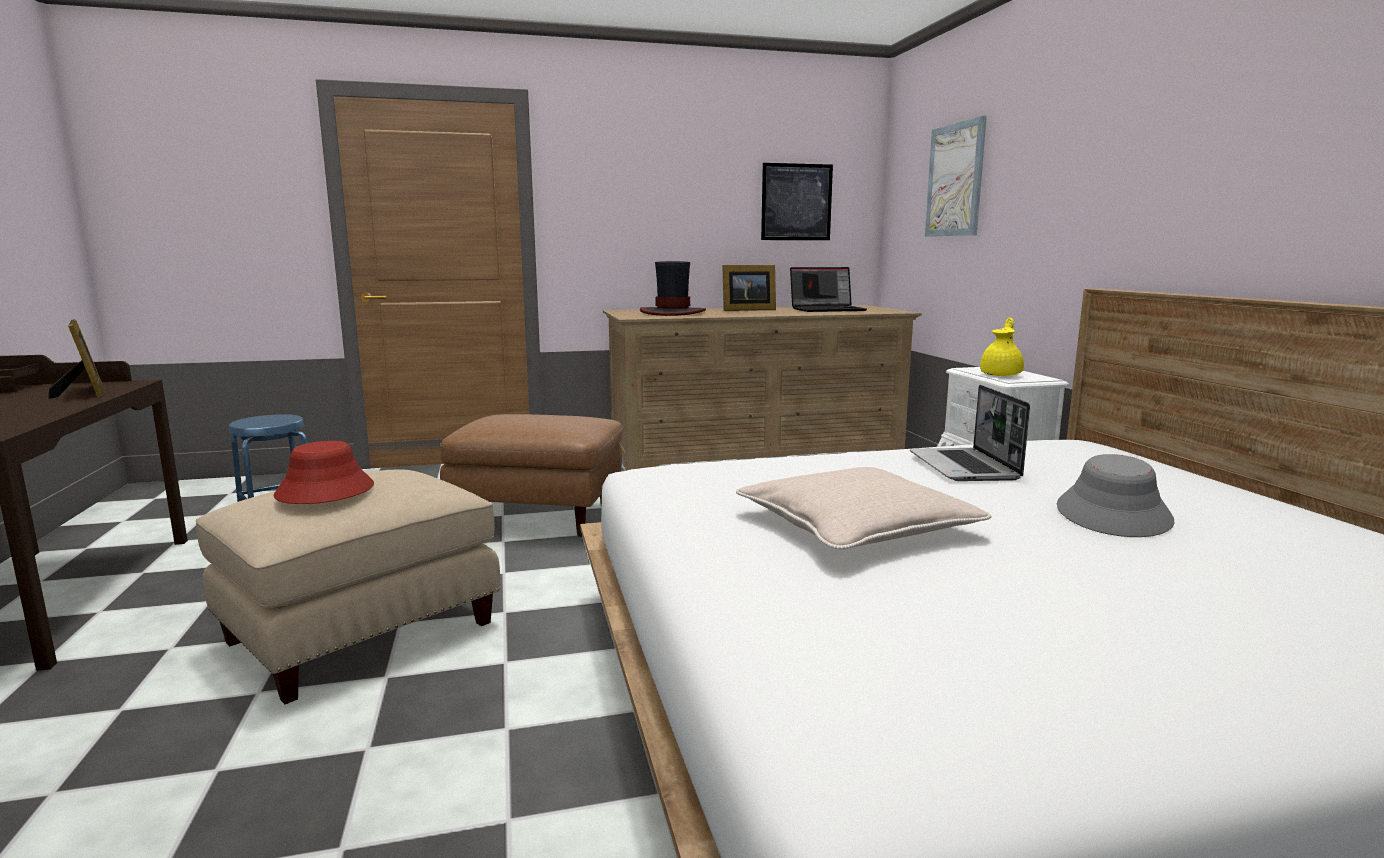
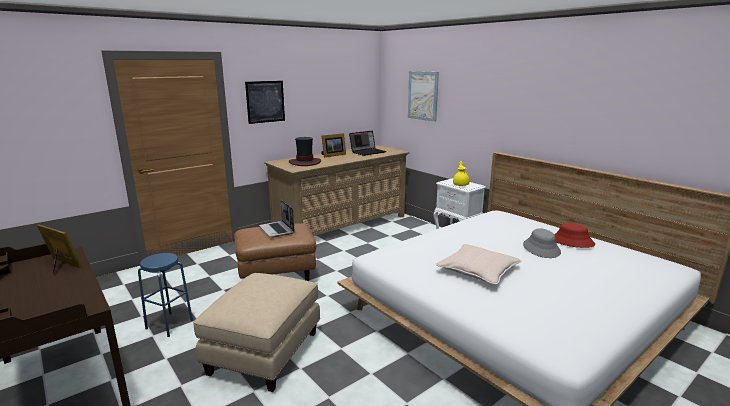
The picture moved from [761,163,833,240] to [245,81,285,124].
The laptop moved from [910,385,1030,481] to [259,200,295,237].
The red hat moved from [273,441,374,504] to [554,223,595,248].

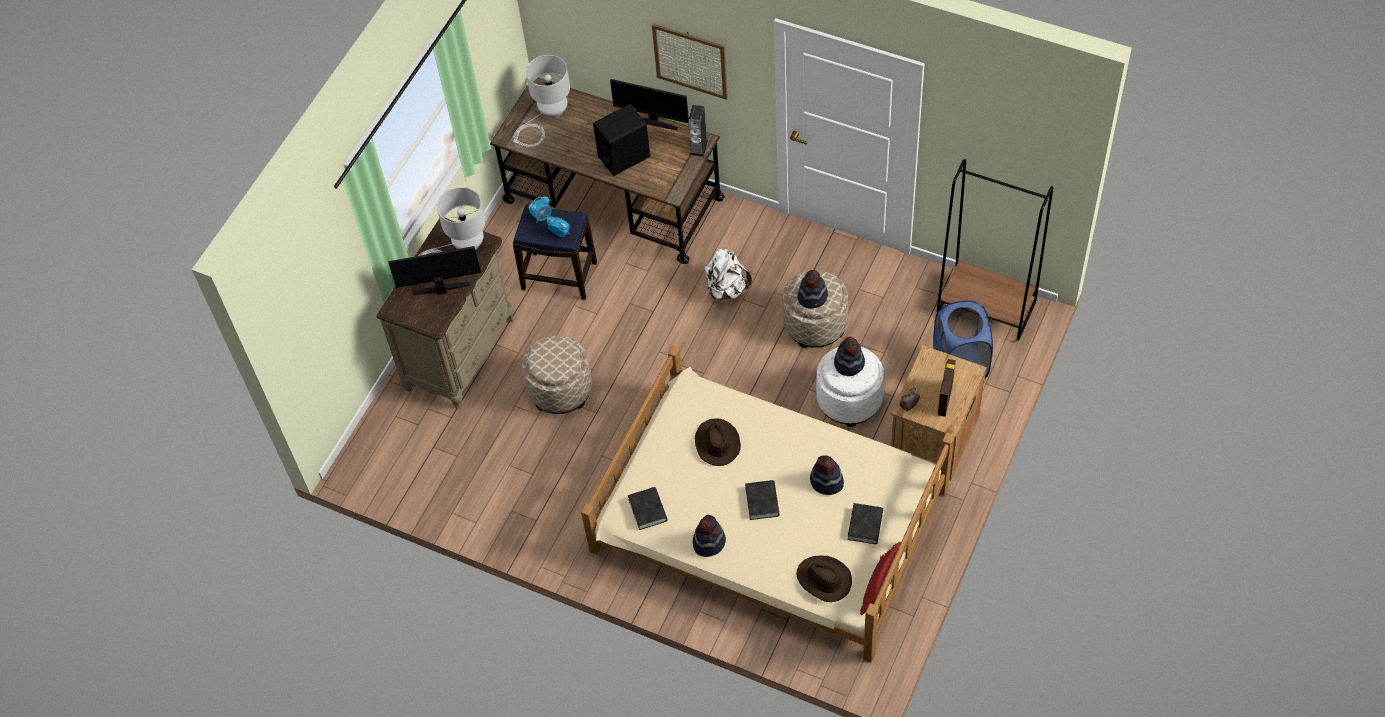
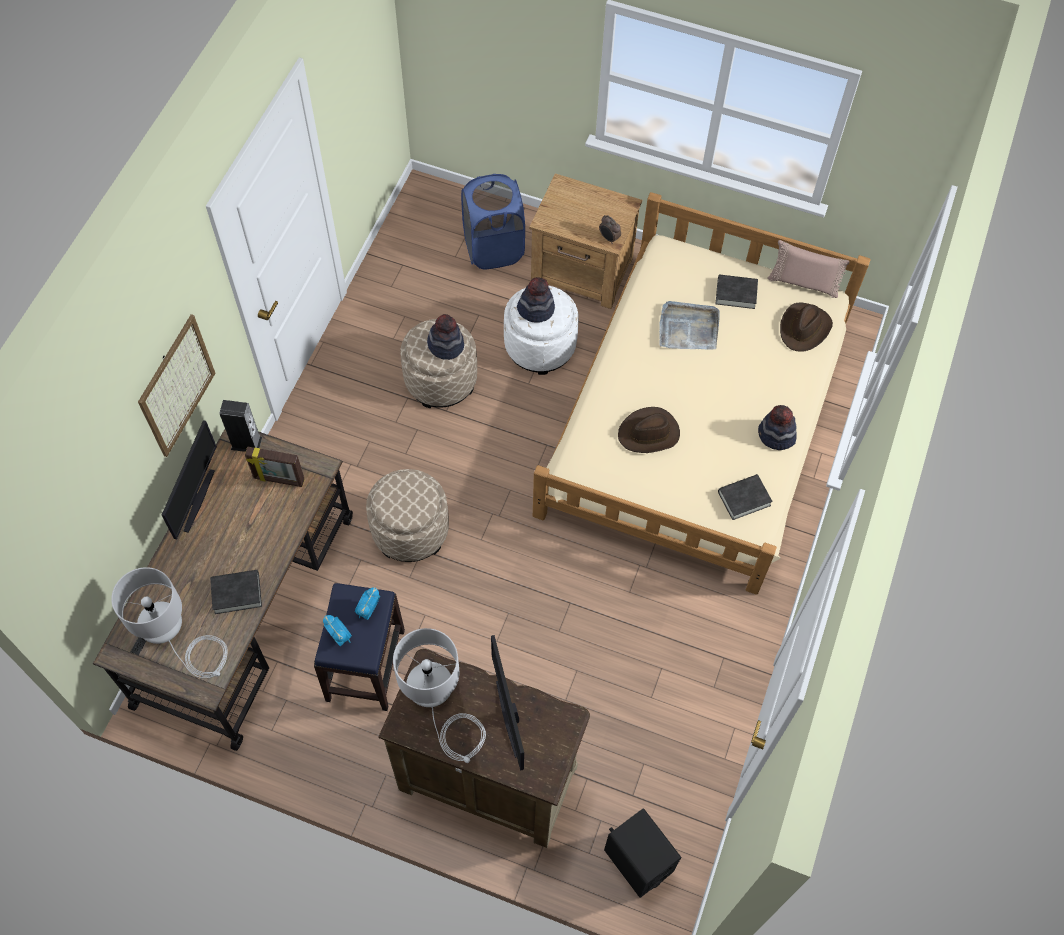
The black book moved from [745,480,779,520] to [210,570,262,614].
The picture frame moved from [938,359,956,417] to [245,446,305,487].
The beige ottoman moved from [522,336,592,414] to [366,469,449,562].
The black speaker moved from [593,104,650,176] to [604,808,681,898].
The hat at [810,455,844,495] was replaced by the grey tray at [659,301,720,350].
The red pillow at [860,542,901,615] became the beige pillow at [767,240,850,298].
The white backpack at [705,249,752,300] disappeared.
The clothes rack at [937,159,1053,340] disappeared.

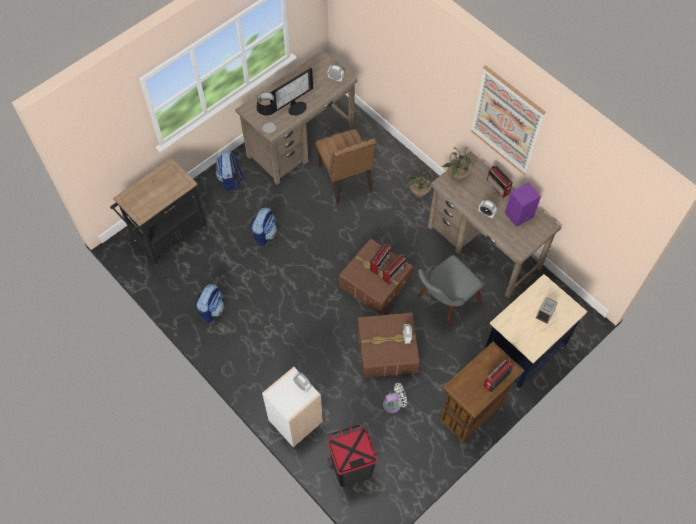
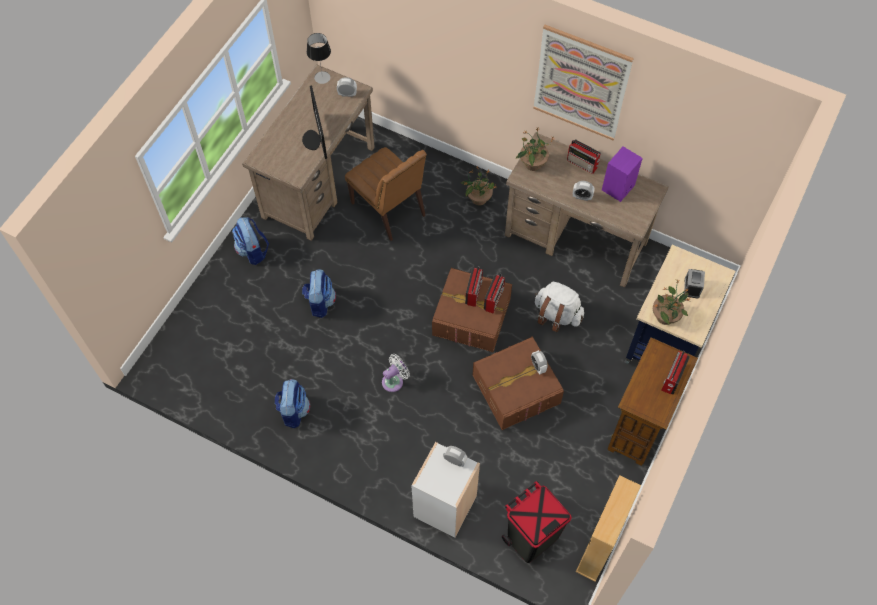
The monitor at [270,68,313,115] turned 135 degrees clockwise.
The table lamp moved from [256,92,277,133] to [307,33,331,84].
The white fan moved from [383,383,407,414] to [382,354,410,392].
The grey chair at [418,255,483,326] was replaced by the white backpack at [535,282,584,332].
The beige bookcase at [576,475,641,582] appeared.
The potted plant at [653,280,690,325] appeared.
The black cart at [110,158,206,265] disappeared.

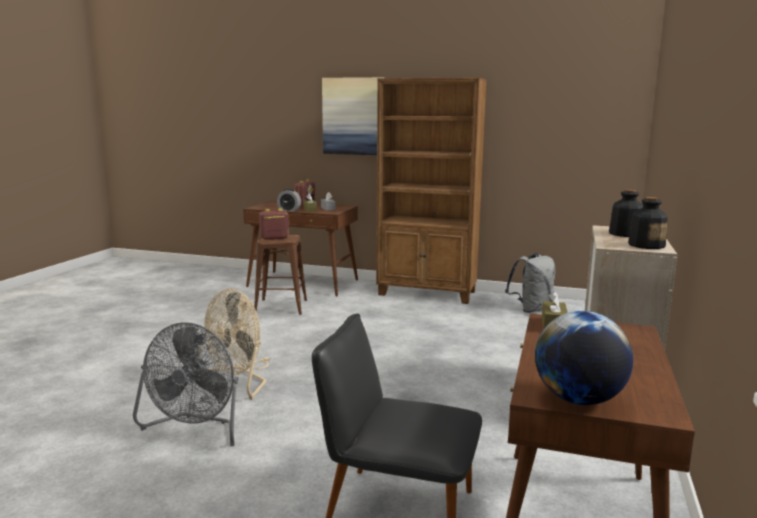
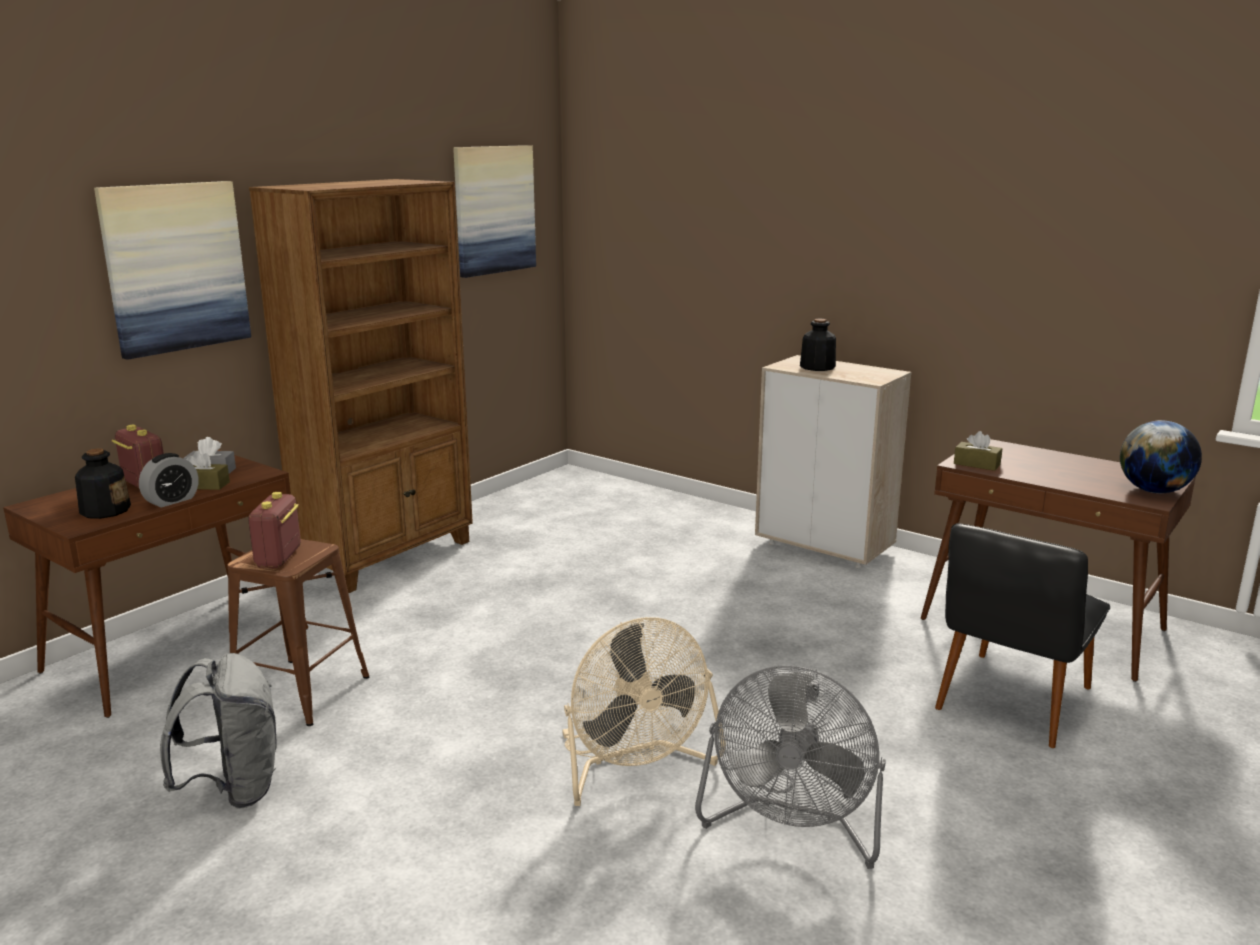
The bottle moved from [628,197,668,249] to [75,448,131,519].
The grey backpack moved from [505,253,556,313] to [160,653,277,809].
The picture at [453,145,536,278] appeared.
The grey fan at [133,322,239,446] turned 75 degrees clockwise.

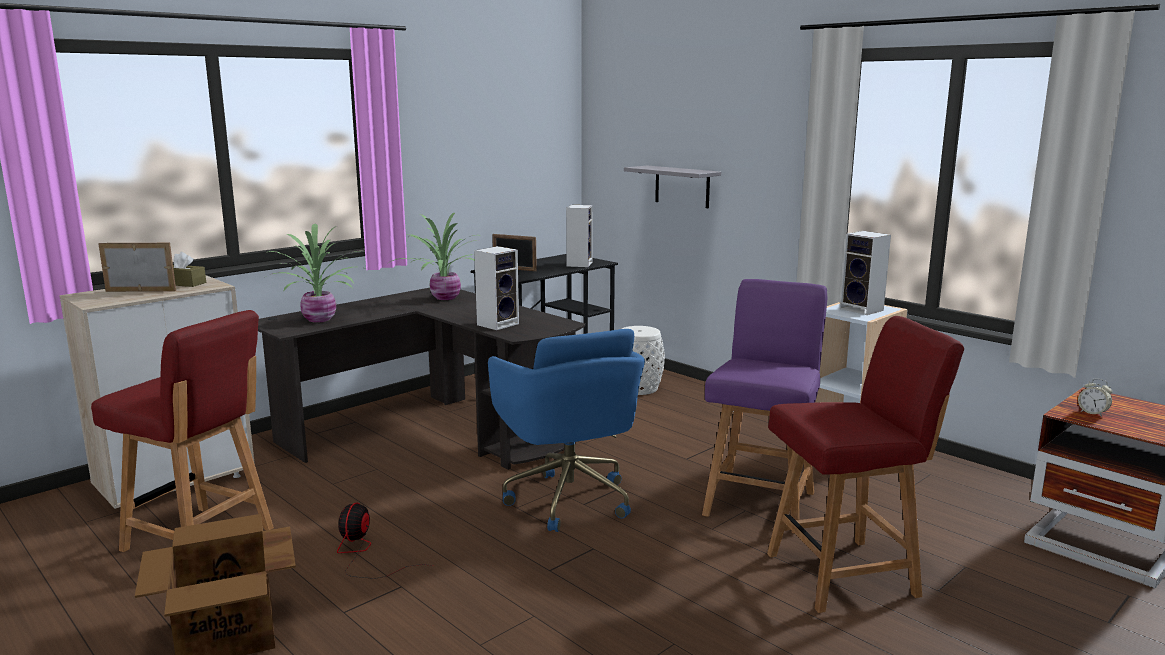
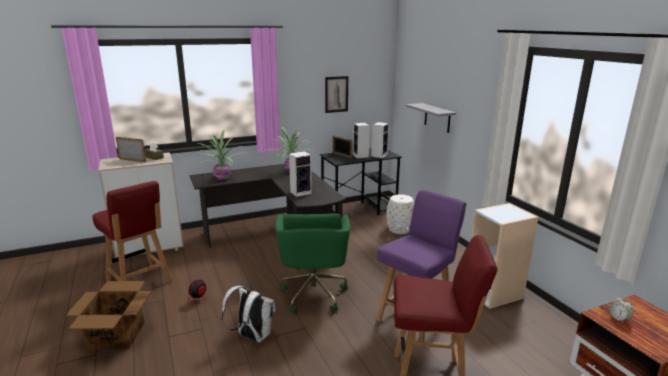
The white backpack at [222,286,276,342] appeared.
The blue office chair at [488,329,645,532] became the green office chair at [275,214,350,314].
The picture at [325,76,348,113] appeared.
The speaker moved from [840,231,891,315] to [353,123,370,159].

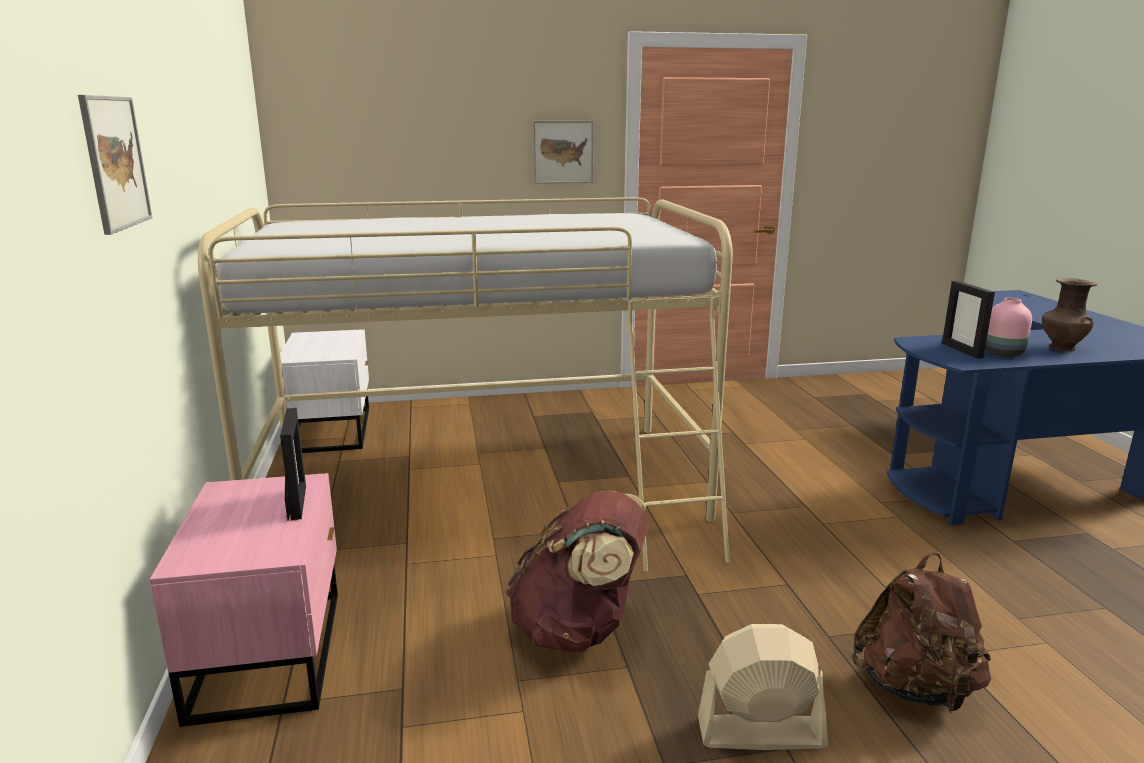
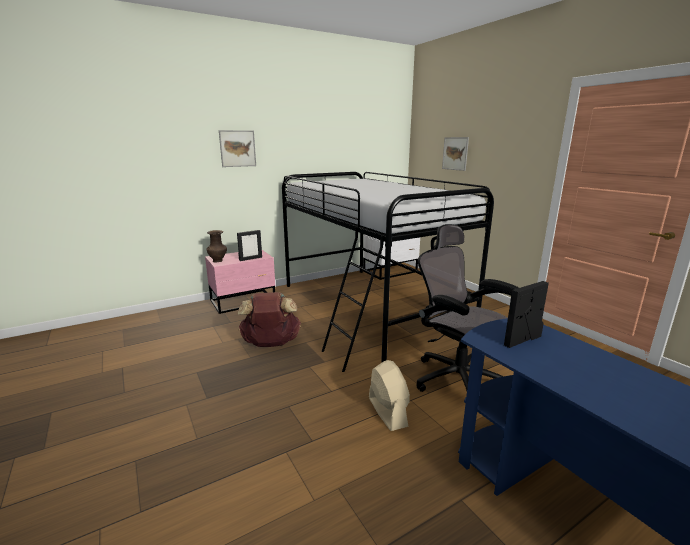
The brown vase moved from [1042,278,1097,352] to [207,230,227,262].
The beige bed at [198,197,733,572] became the black bed at [282,172,494,372].
The beige fan moved from [698,624,828,750] to [369,360,410,431].
The office chair at [417,224,519,392] appeared.
The picture moved from [533,121,593,184] to [442,137,469,171].
The brown backpack at [852,553,991,713] disappeared.
The pink vase at [985,297,1032,357] disappeared.

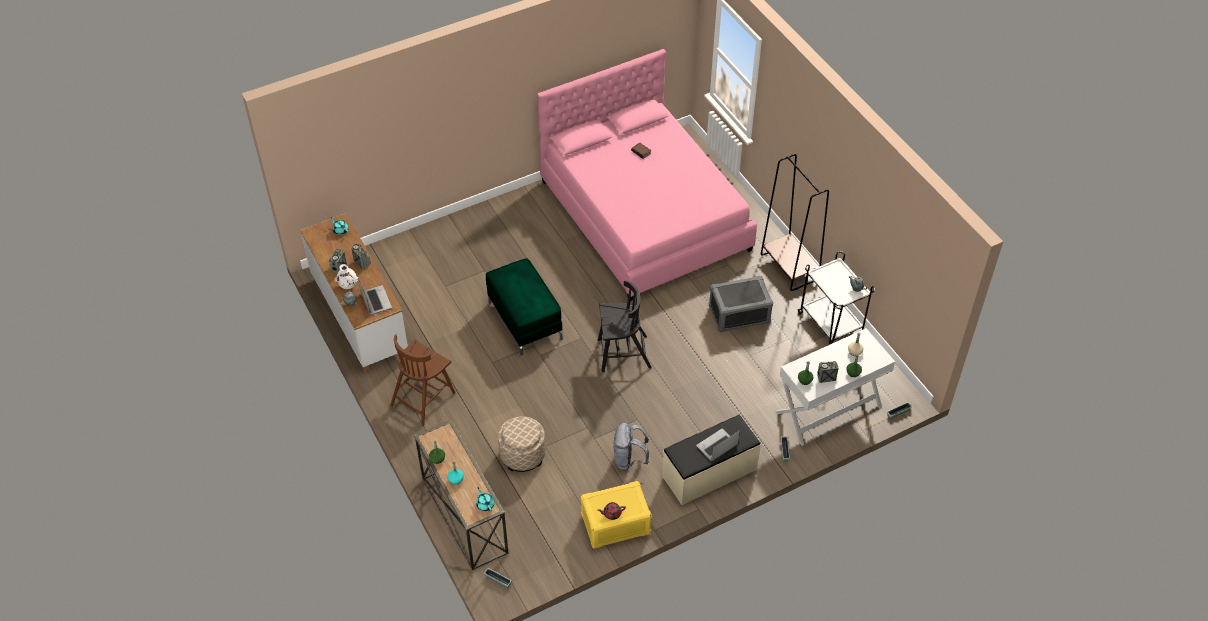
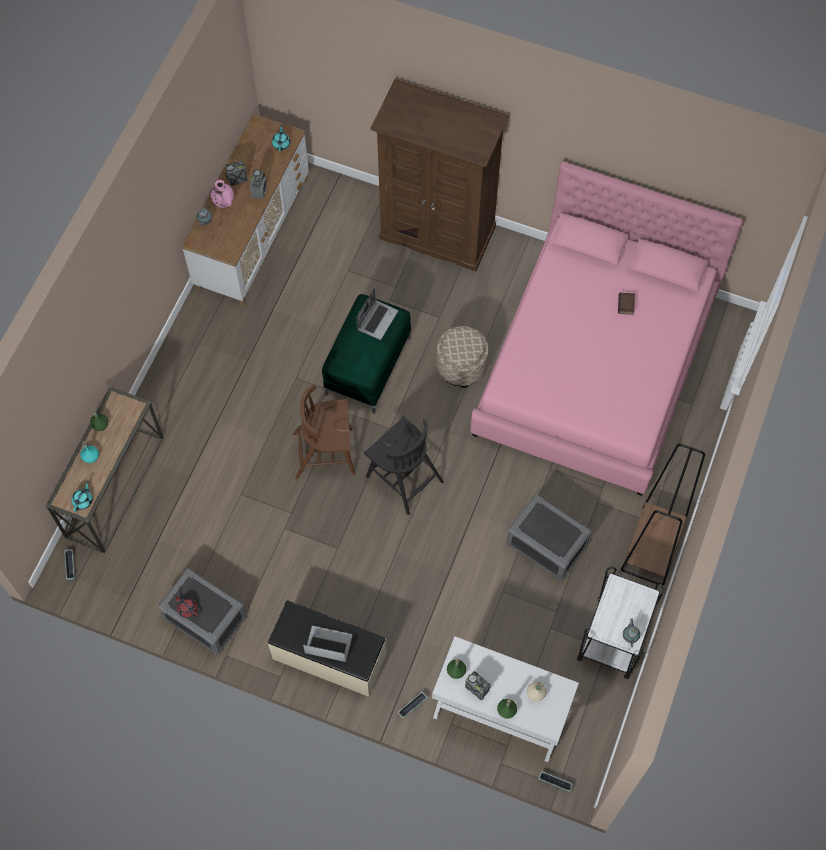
The yellow storage box at [581,481,651,549] became the grey storage box at [158,568,247,655].
The white vase at [335,264,358,289] became the pink vase at [211,180,234,208].
The brown chair moved from [390,334,456,426] to [293,385,356,479].
The laptop moved from [358,278,392,315] to [356,288,398,340].
The brown wardrobe at [370,79,509,271] appeared.
The beige ottoman moved from [498,416,546,472] to [436,326,489,388].
The grey backpack at [614,422,649,470] disappeared.

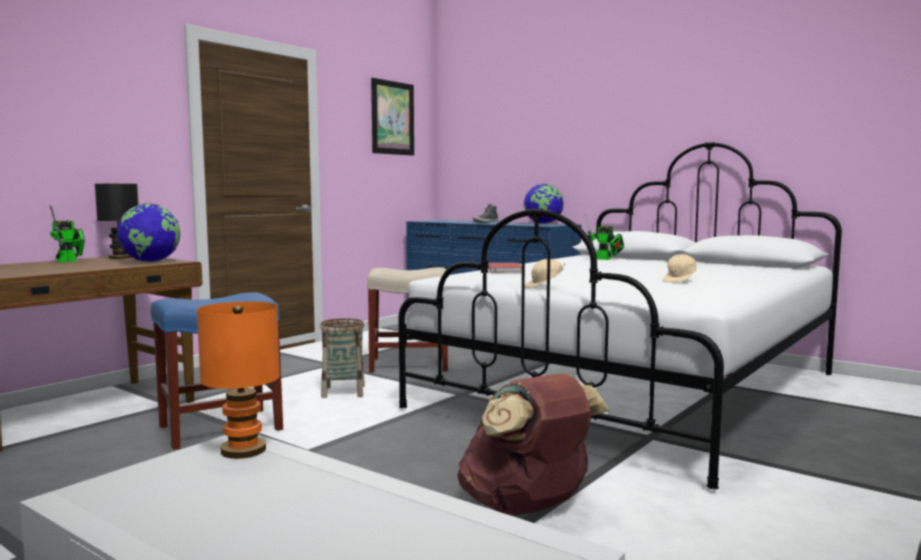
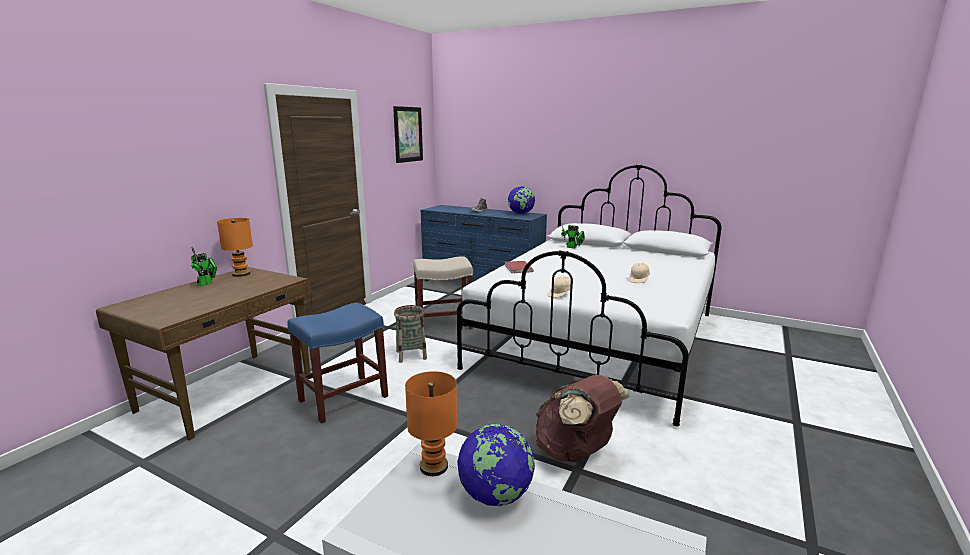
The black table lamp at [95,183,139,259] became the orange table lamp at [217,218,253,277].
The globe moved from [117,203,180,262] to [457,424,535,506].

